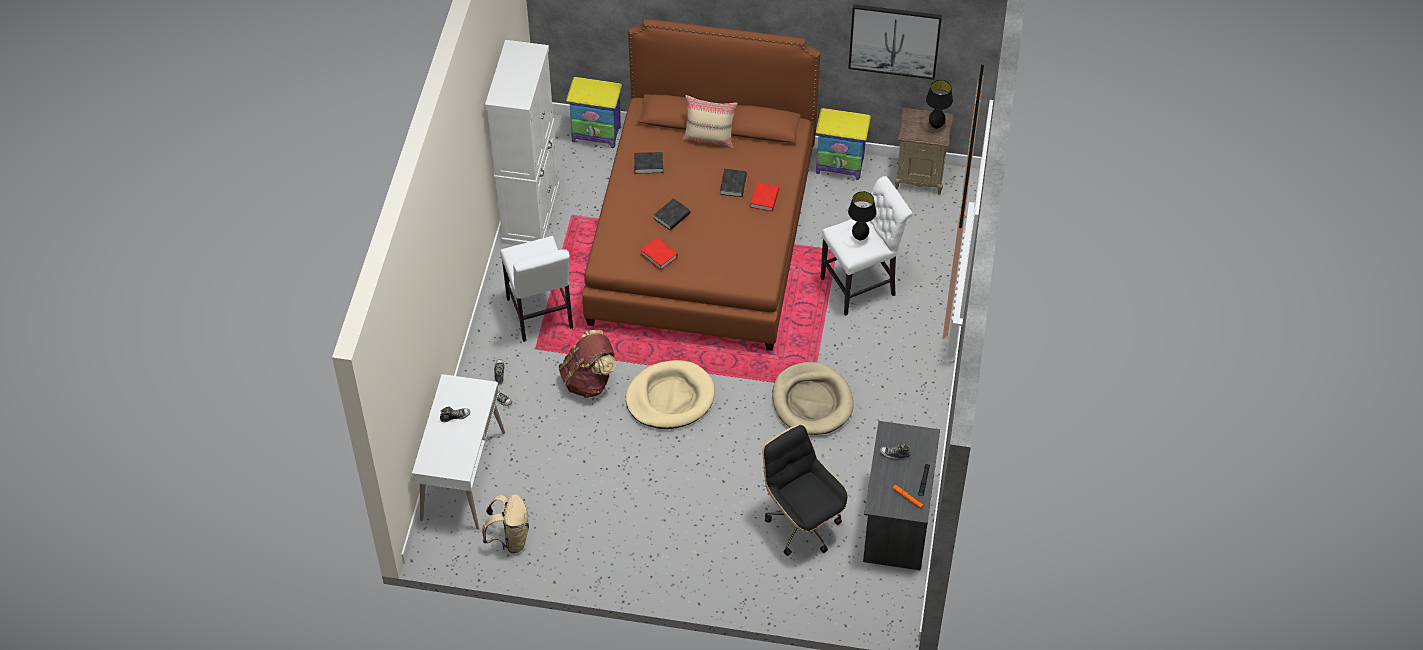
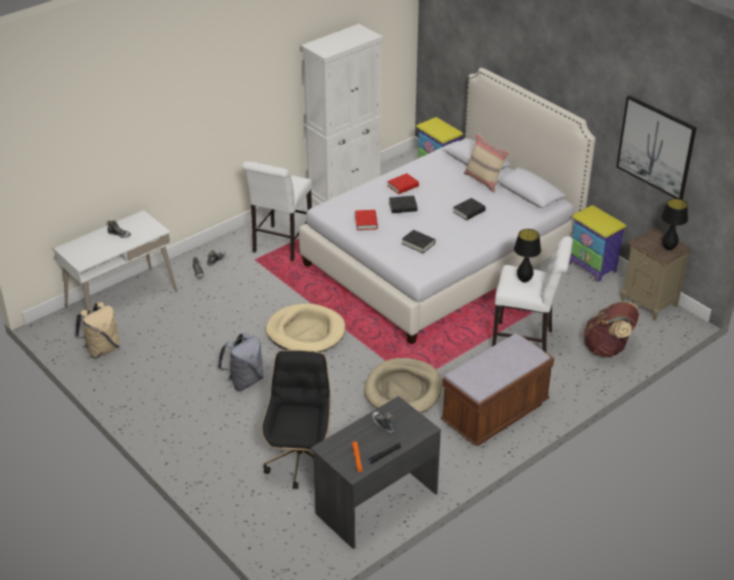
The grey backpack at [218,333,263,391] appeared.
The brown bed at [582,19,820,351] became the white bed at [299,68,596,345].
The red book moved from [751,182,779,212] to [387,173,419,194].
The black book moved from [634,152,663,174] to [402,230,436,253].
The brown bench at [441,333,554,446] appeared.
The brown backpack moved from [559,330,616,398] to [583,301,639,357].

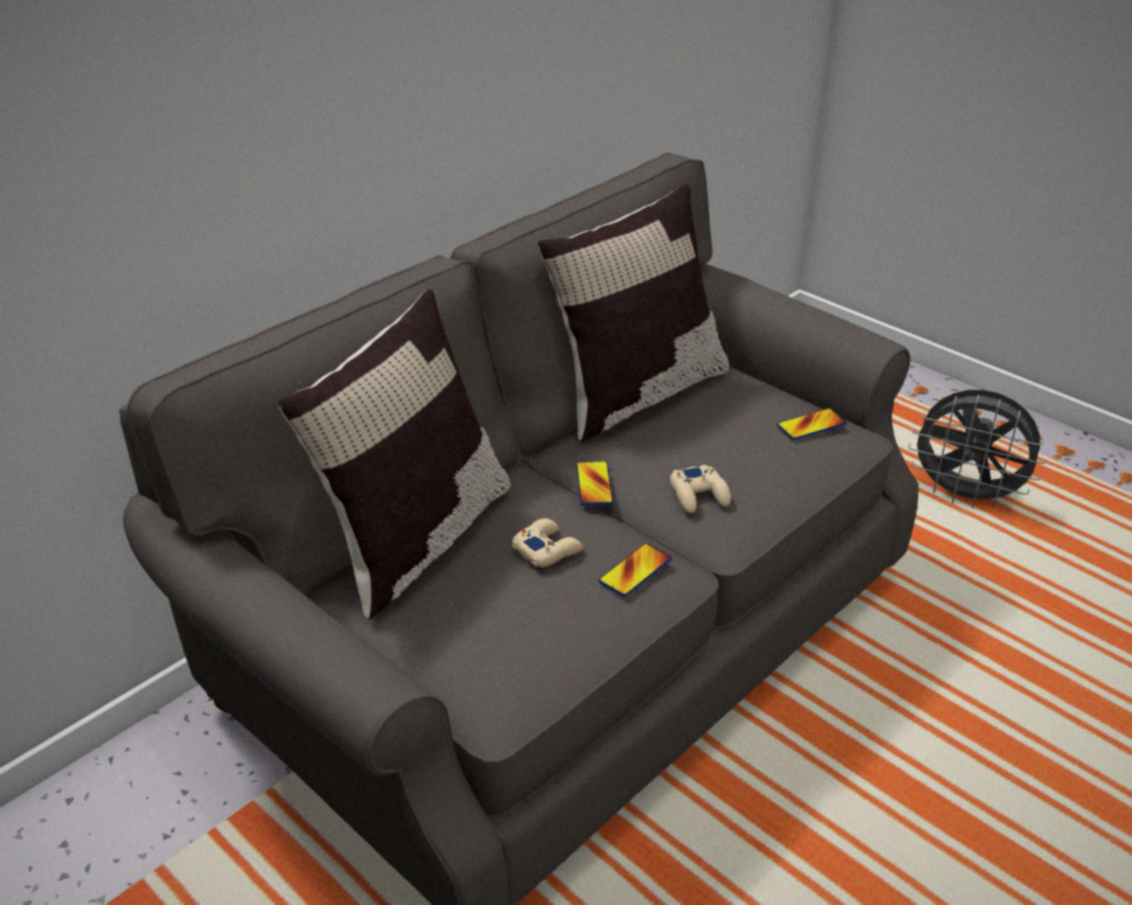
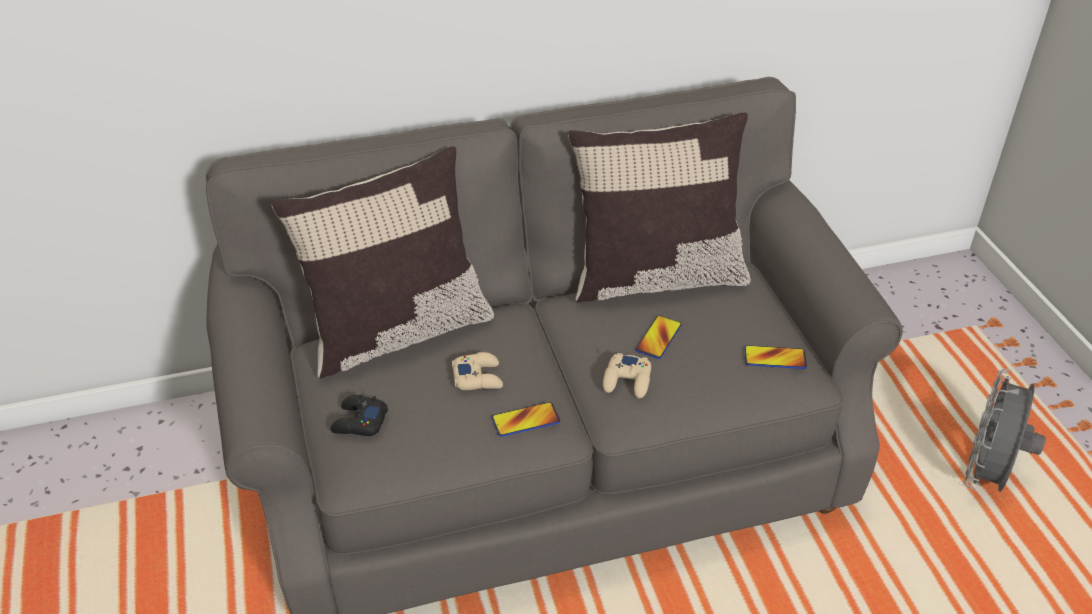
The black game controller at [331,395,388,436] appeared.
The phone moved from [576,461,613,506] to [636,315,682,359].
The grey fan at [908,390,1046,508] turned 60 degrees clockwise.

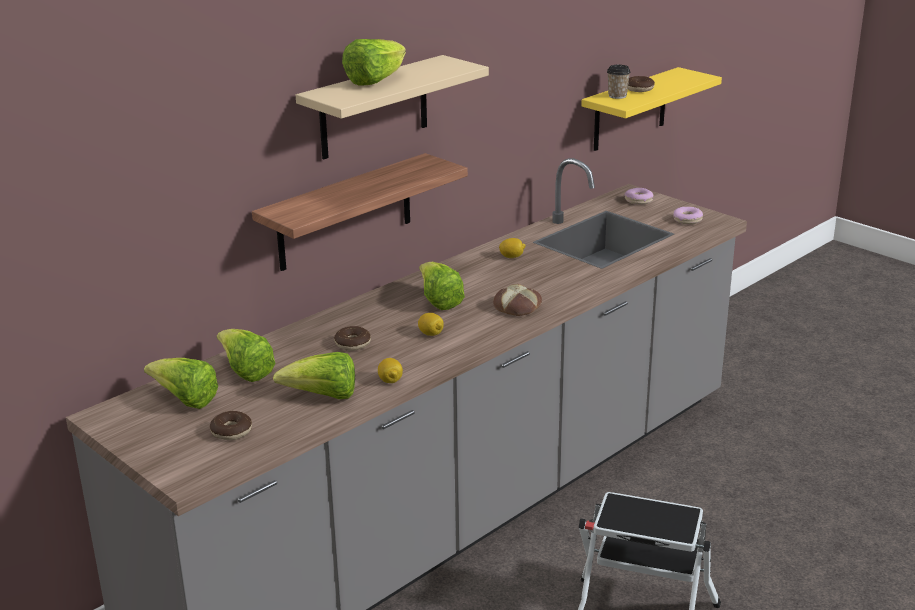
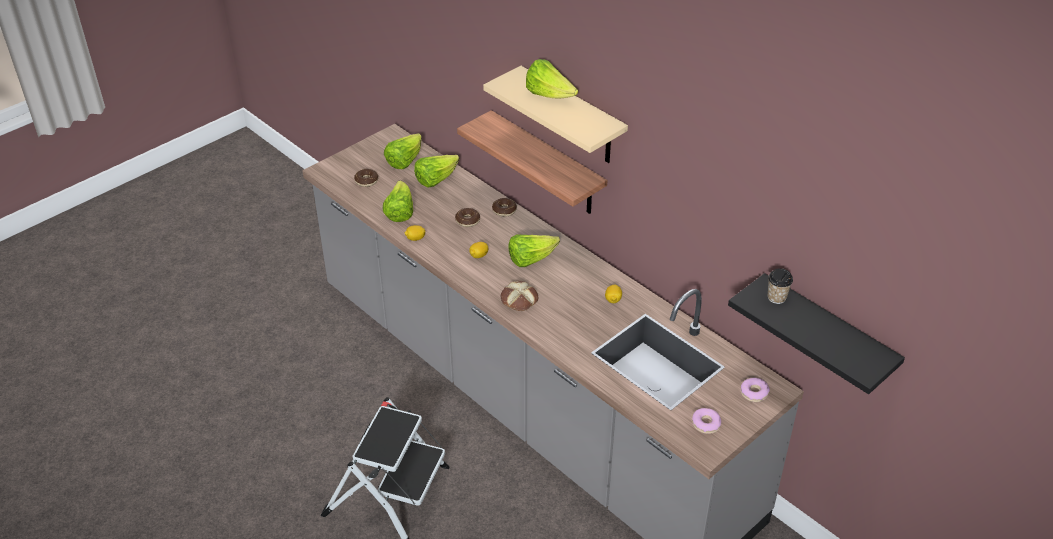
The donut moved from [628,76,655,92] to [492,198,517,217].
The yellow shelf at [581,67,722,151] became the black shelf at [728,273,905,394].

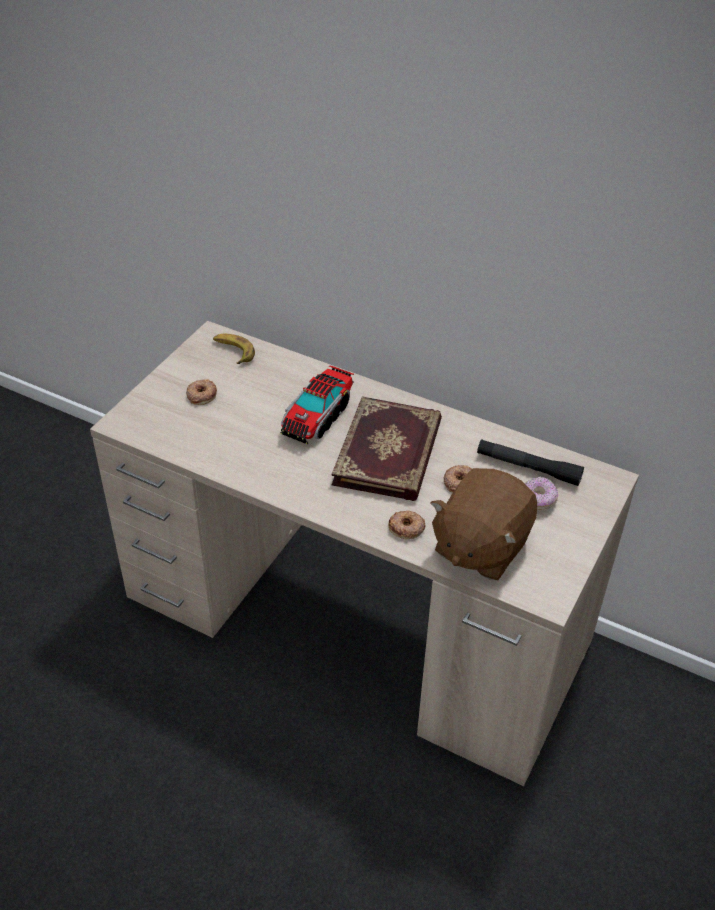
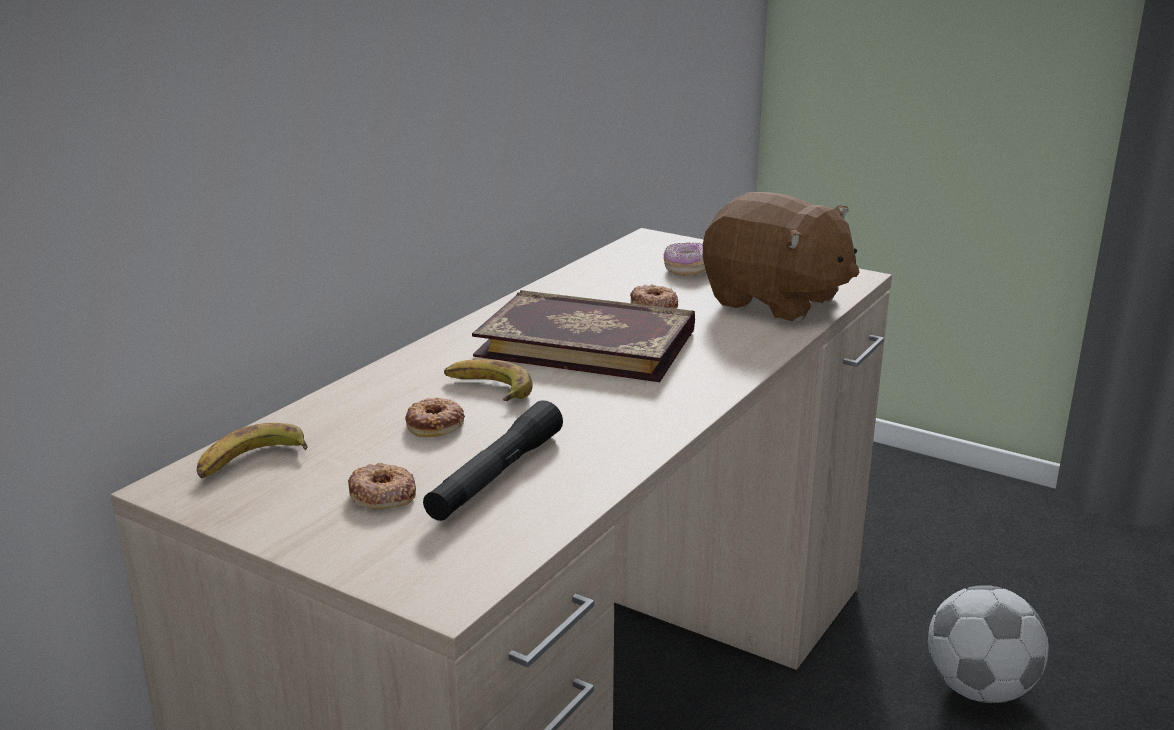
The donut moved from [388,510,425,539] to [405,398,465,437].
The black flashlight moved from [477,439,584,486] to [423,400,563,521].
The toy truck at [281,366,354,444] was replaced by the banana at [444,359,533,401].
The football at [928,586,1049,703] appeared.

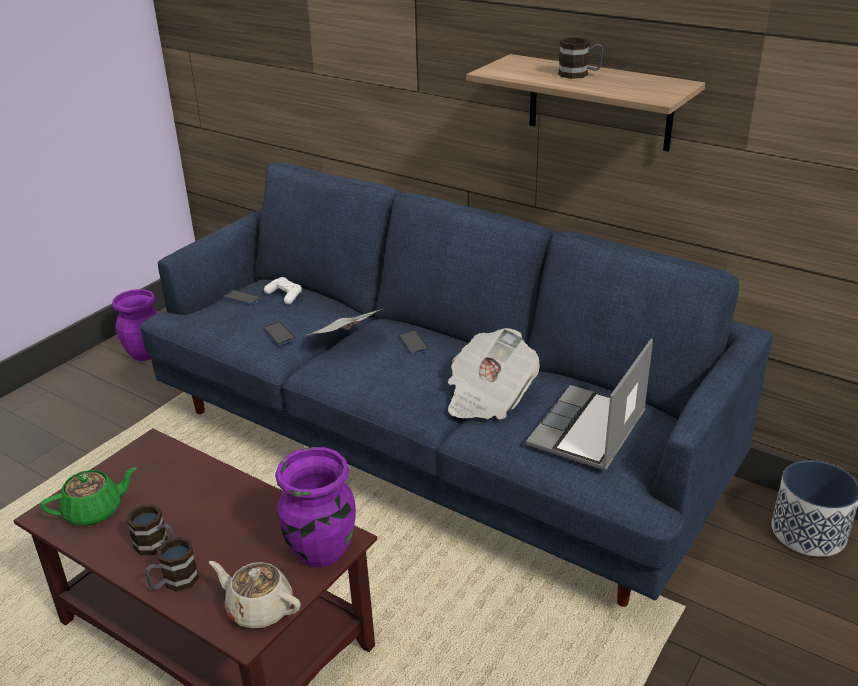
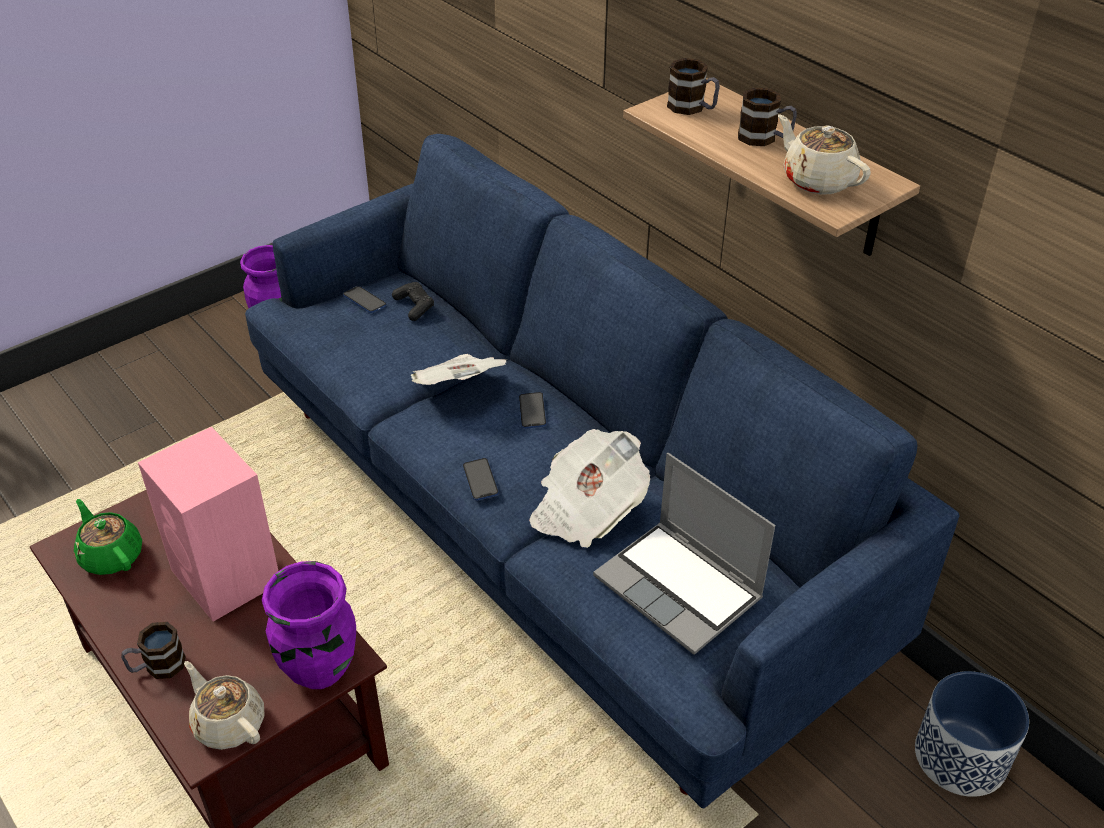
The green teapot at [40,467,137,526] turned 120 degrees counterclockwise.
The pink speaker at [138,427,278,622] appeared.
The white game controller at [264,277,302,304] became the black game controller at [392,282,434,321].
The phone moved from [263,322,295,345] to [463,458,499,501].
The laptop at [526,339,653,471] turned 90 degrees counterclockwise.
The mug moved from [126,505,175,555] to [667,58,720,115].
The beige teapot at [778,115,871,195] appeared.

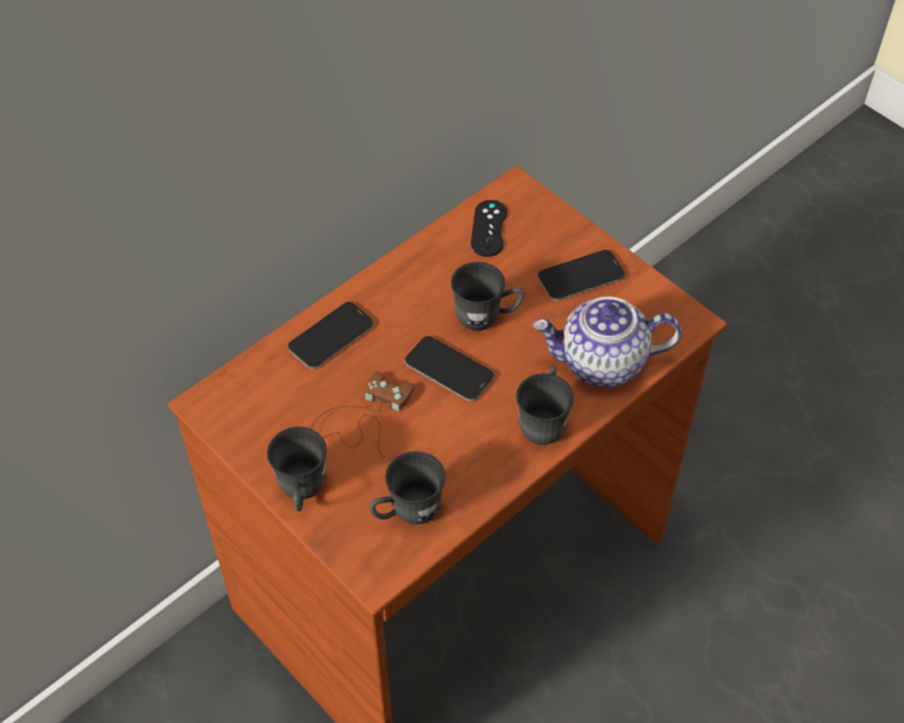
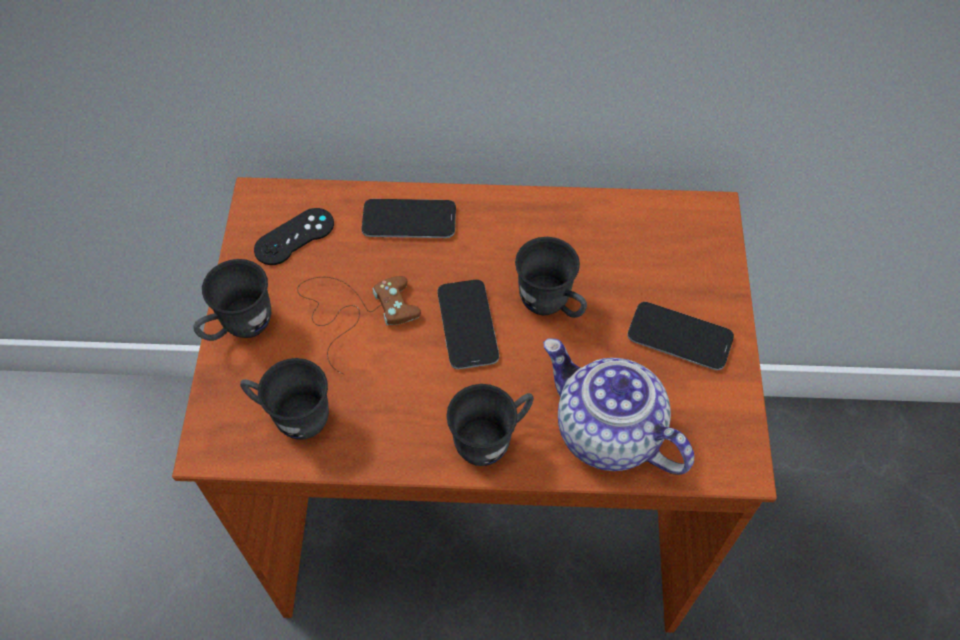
The black game controller moved from [471,200,507,257] to [254,208,334,265].

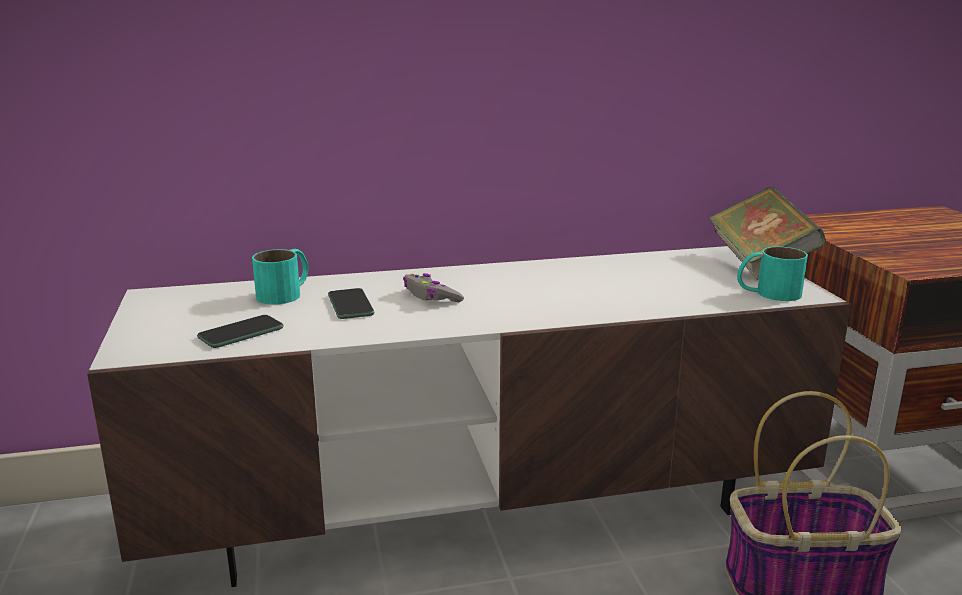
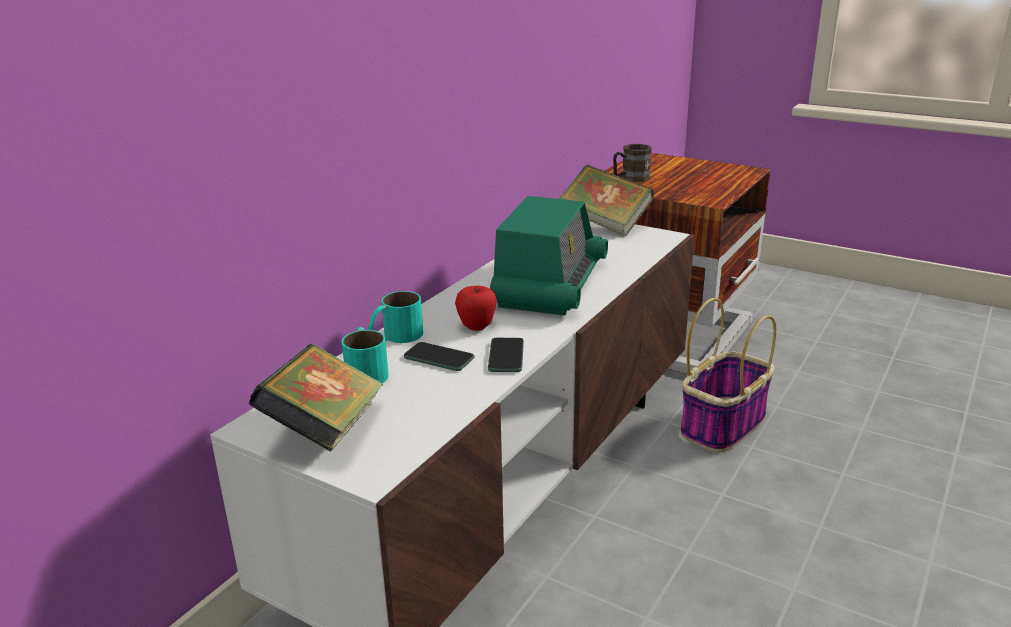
The book at [249,344,383,452] appeared.
The turquoise mug moved from [737,247,808,301] to [368,291,423,343].
The grey game controller at [403,273,464,302] was replaced by the apple at [455,286,497,331].
The phone moved from [197,315,284,348] to [488,338,524,372].
The radio at [490,196,608,315] appeared.
The brown mug at [613,144,652,182] appeared.

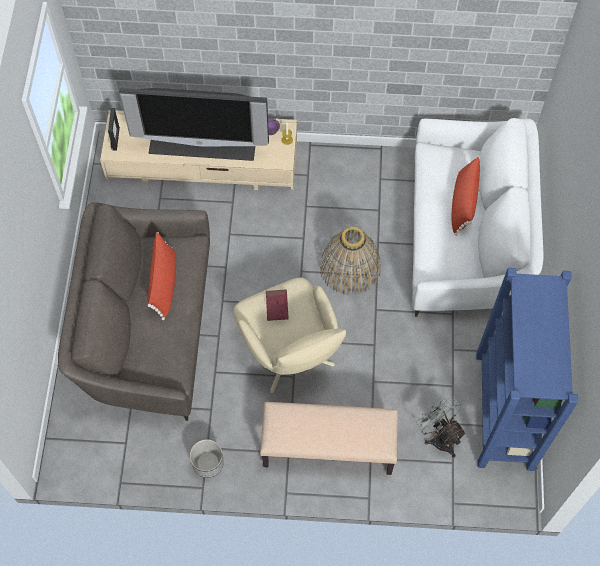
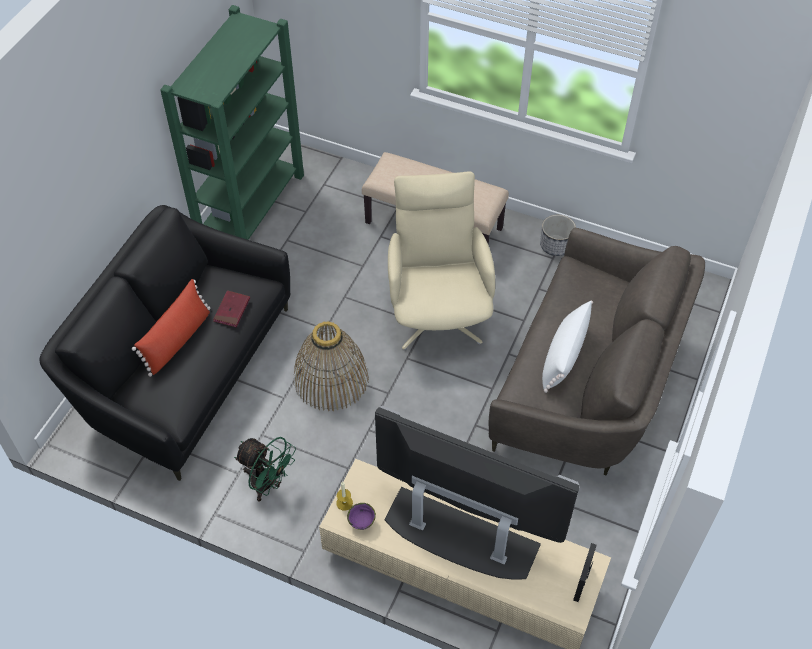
The white sofa at [412,118,543,317] became the black sofa at [40,205,290,481].
The blue bookcase at [476,268,578,471] became the green bookcase at [160,5,304,240].
The red book moved from [266,289,289,321] to [213,290,250,327].
The green fan at [234,437,296,502] appeared.
The red pillow at [148,232,176,320] became the white pillow at [542,300,593,393].
The grey fan at [416,396,466,458] disappeared.

